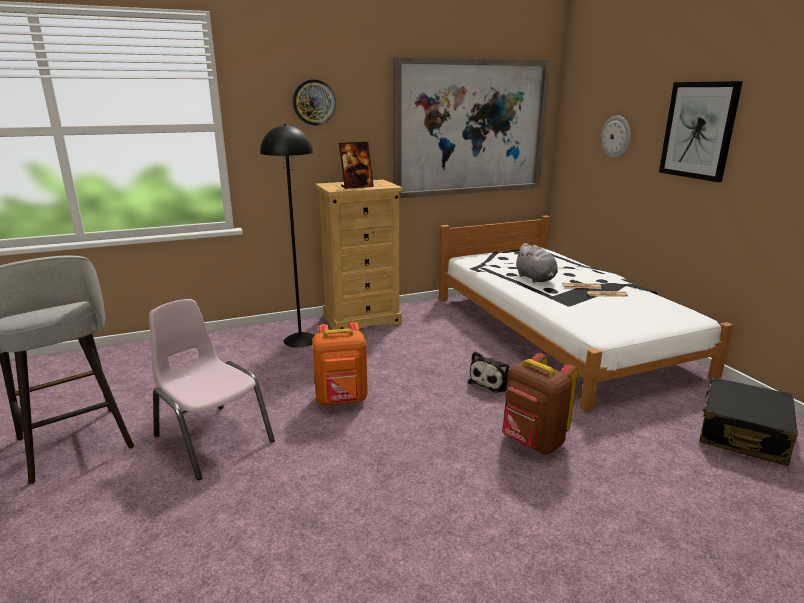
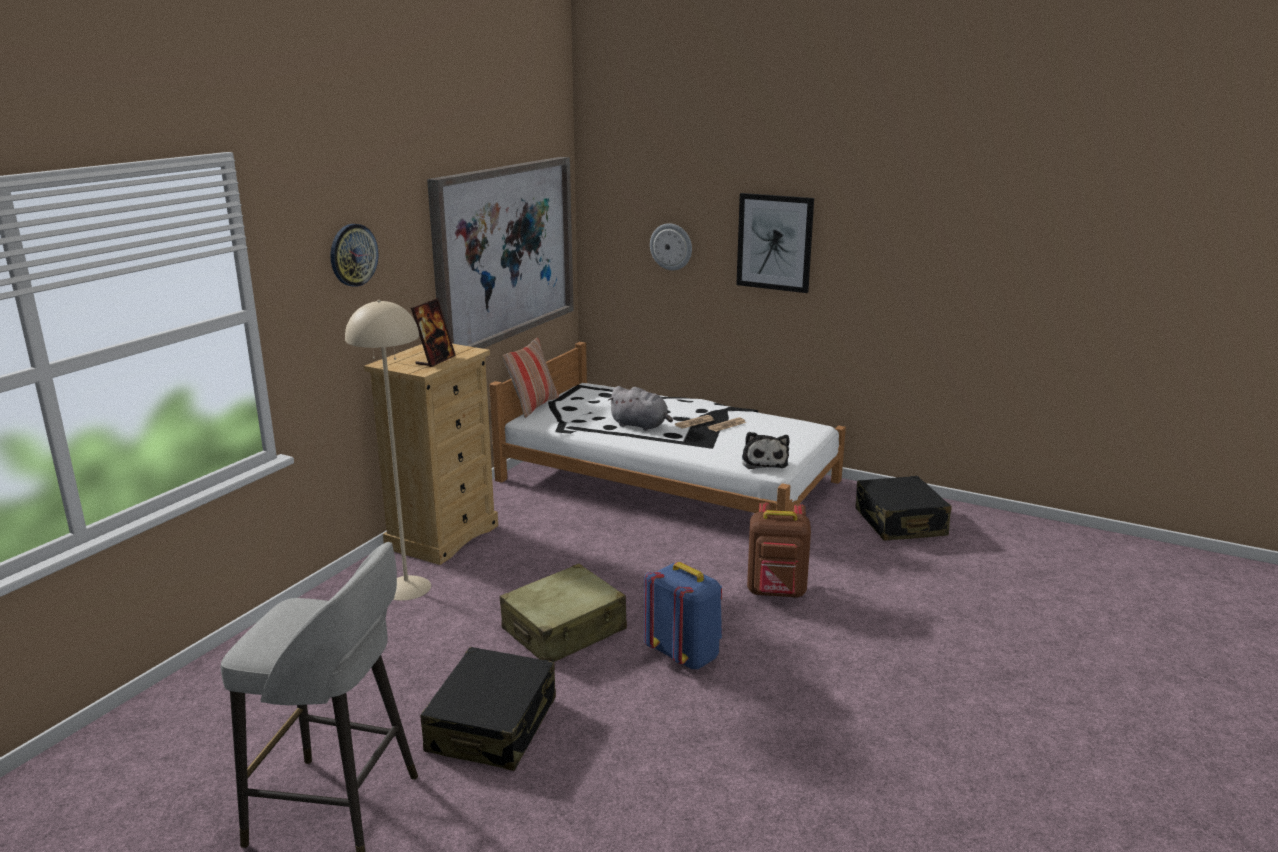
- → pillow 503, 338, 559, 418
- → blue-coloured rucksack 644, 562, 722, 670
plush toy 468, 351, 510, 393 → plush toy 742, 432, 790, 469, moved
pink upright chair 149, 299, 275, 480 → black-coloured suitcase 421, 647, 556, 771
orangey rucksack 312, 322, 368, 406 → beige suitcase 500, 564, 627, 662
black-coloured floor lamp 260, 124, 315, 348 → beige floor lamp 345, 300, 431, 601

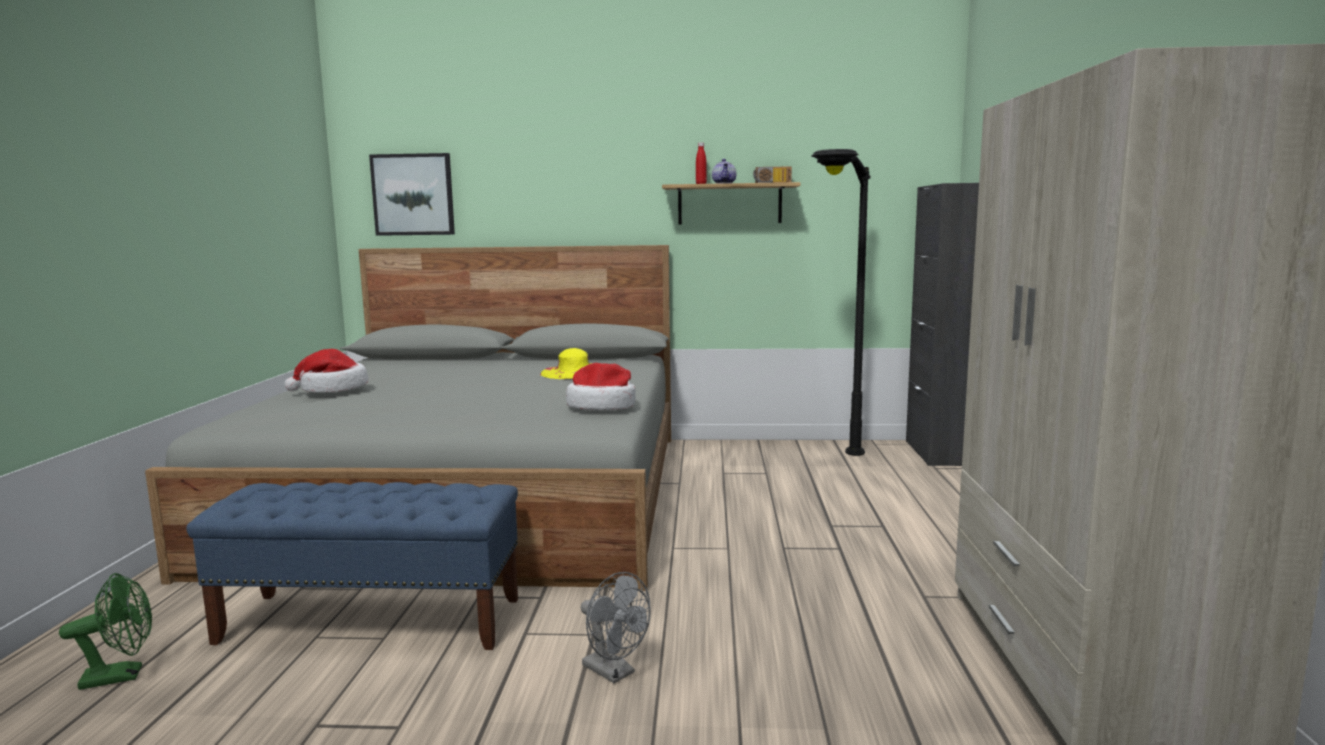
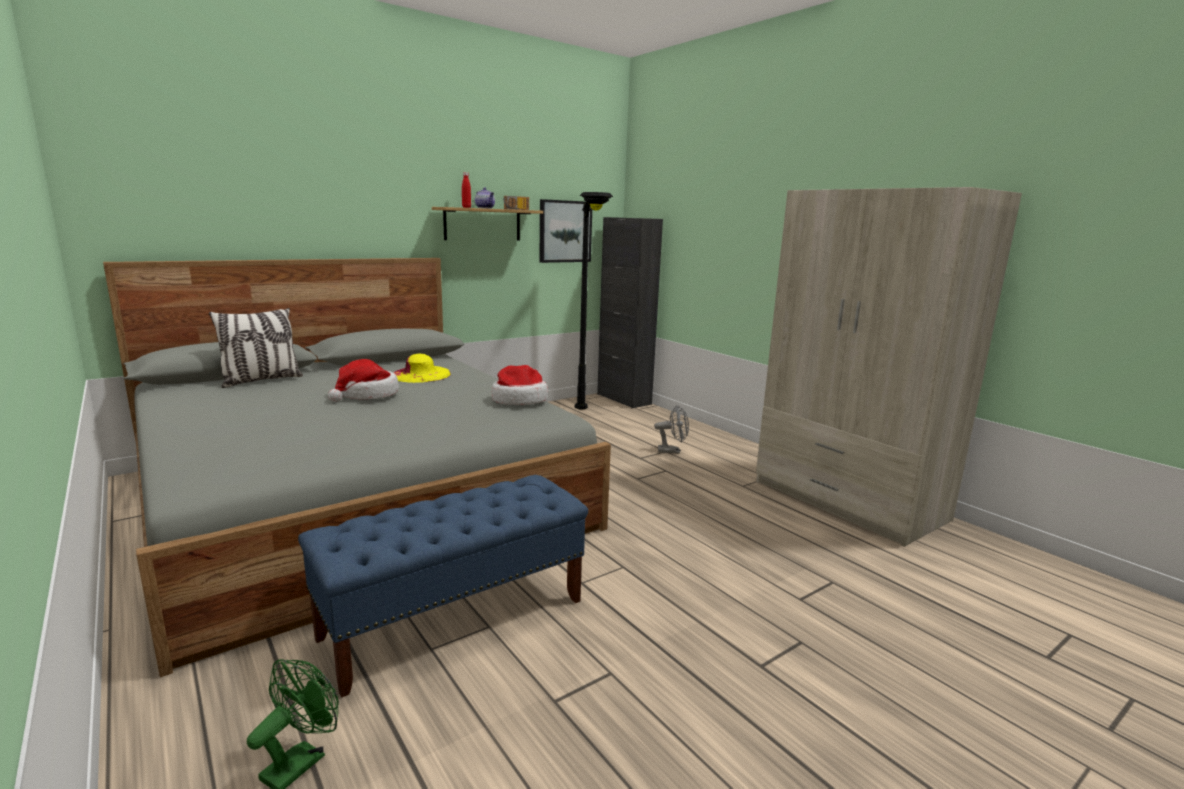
- → pillow 209, 308, 303, 388
wearable hat 284, 349, 369, 393 → wearable hat 328, 359, 399, 402, moved
wall art 369, 153, 455, 236 → wall art 539, 199, 592, 263, moved
grey fan 581, 572, 651, 683 → grey fan 654, 405, 689, 454, moved

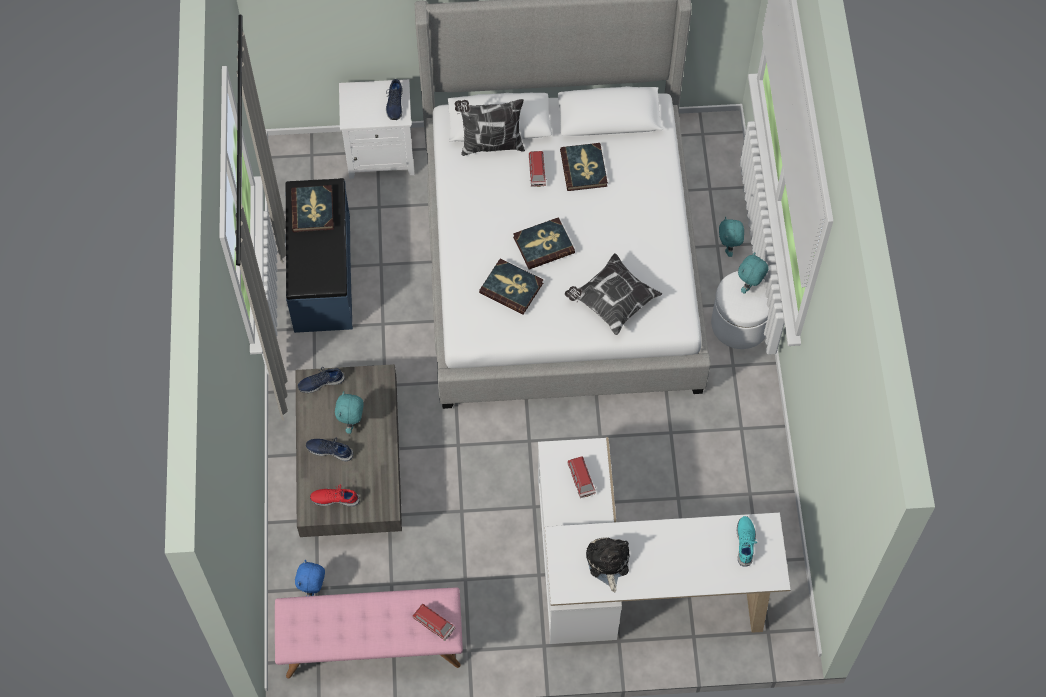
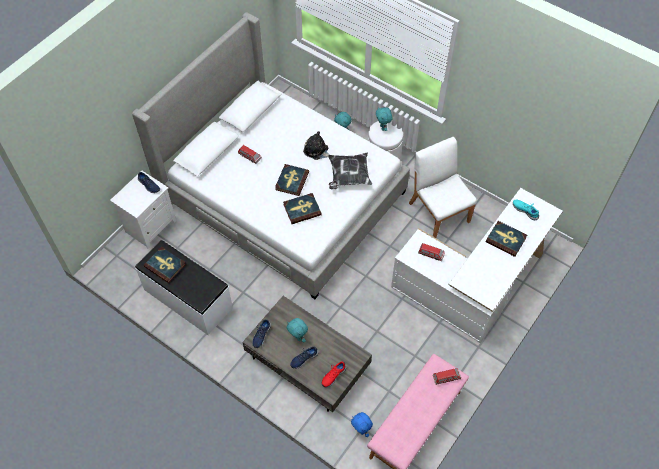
pillow 455, 99, 525, 156 → -
- → white-coloured upright chair 409, 137, 477, 238
bound book 560, 143, 608, 191 → bound book 486, 221, 527, 257, moved
plush toy 586, 537, 630, 592 → plush toy 303, 131, 329, 160, moved
blue-coloured long seat 286, 178, 353, 333 → white-coloured long seat 135, 240, 233, 335

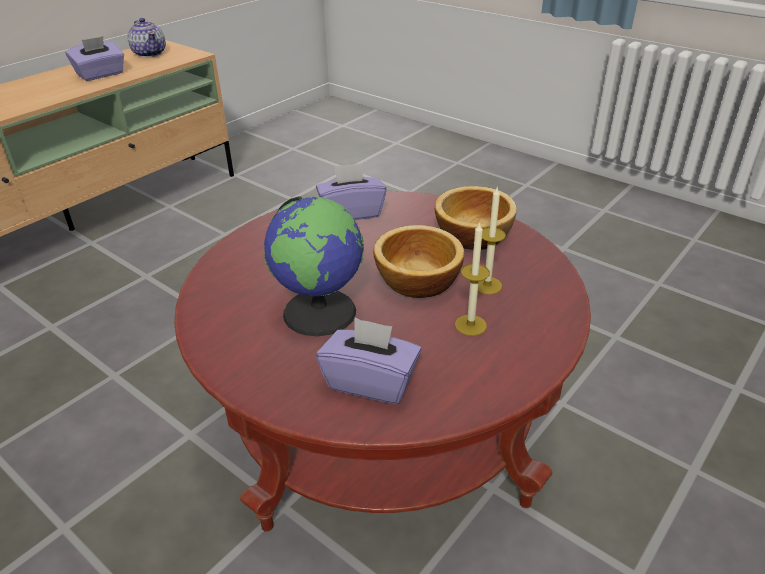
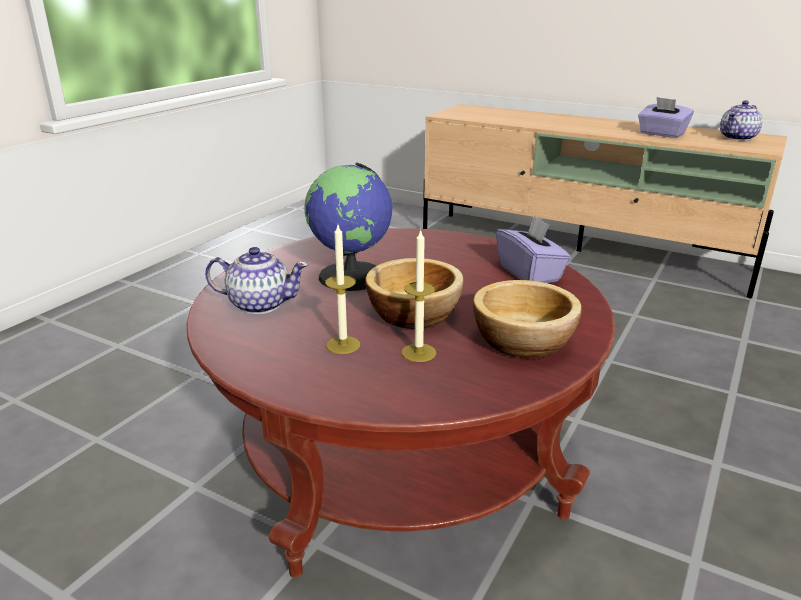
purple tissue holder 316, 317, 422, 404 → tea pot 205, 247, 309, 314

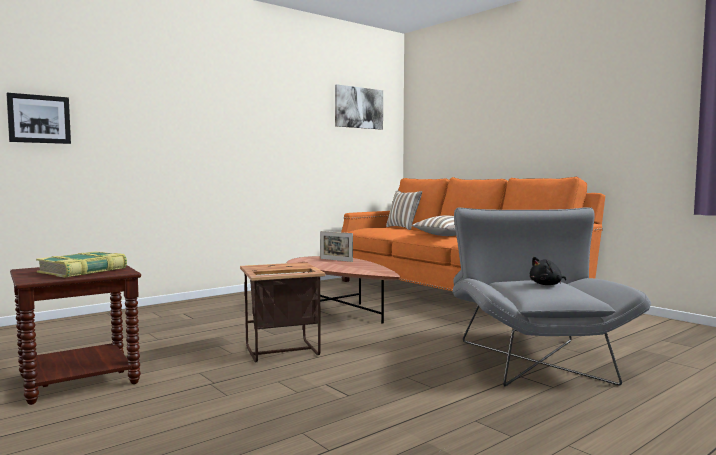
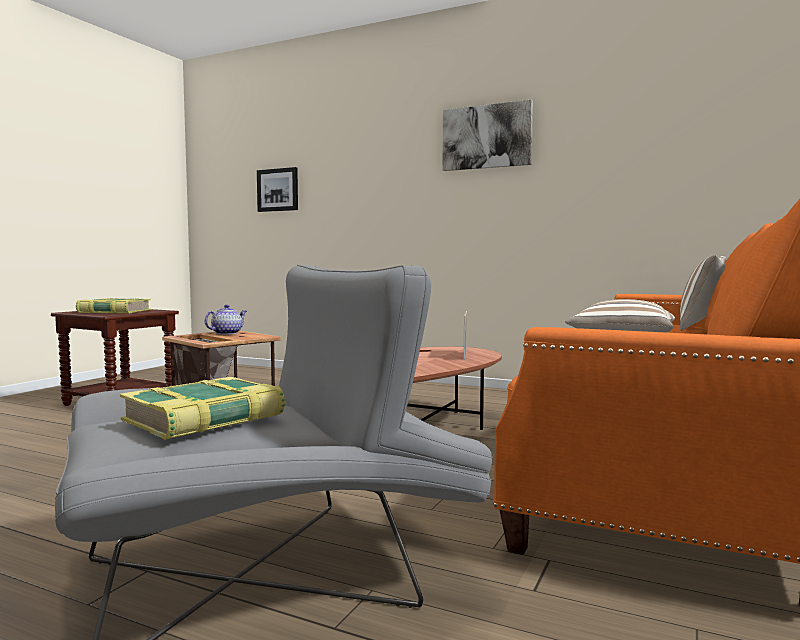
- → tea pot 205, 305, 247, 335
wall art 335, 84, 383, 130 → wall art 442, 100, 533, 171, moved
black-coloured plush toy 530, 257, 566, 285 → bound book 120, 377, 285, 440

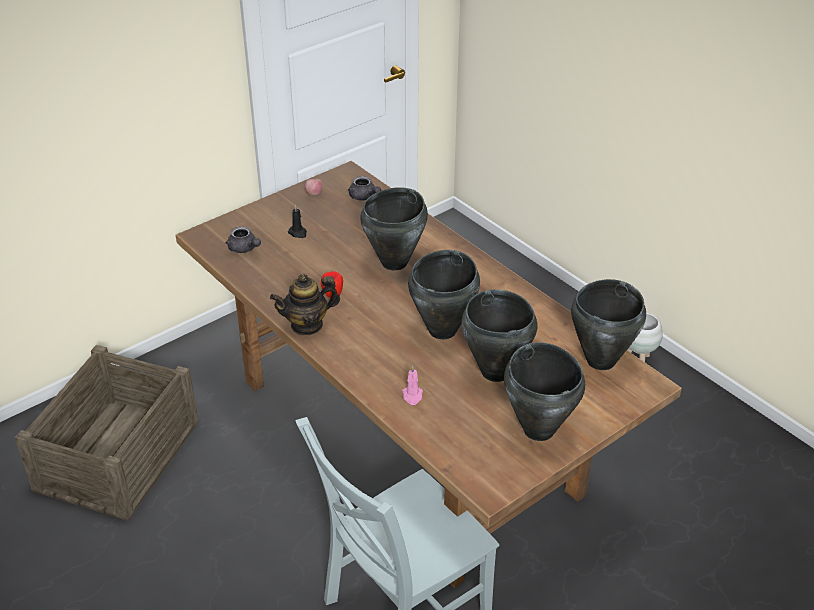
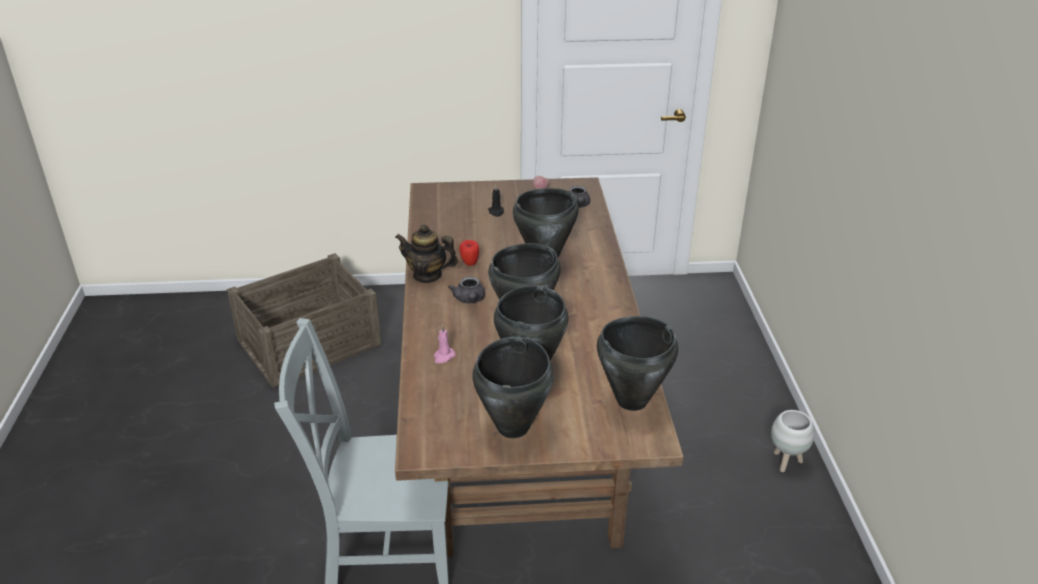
grey tea pot 225, 227, 261, 253 → grey tea pot 448, 277, 485, 303, moved

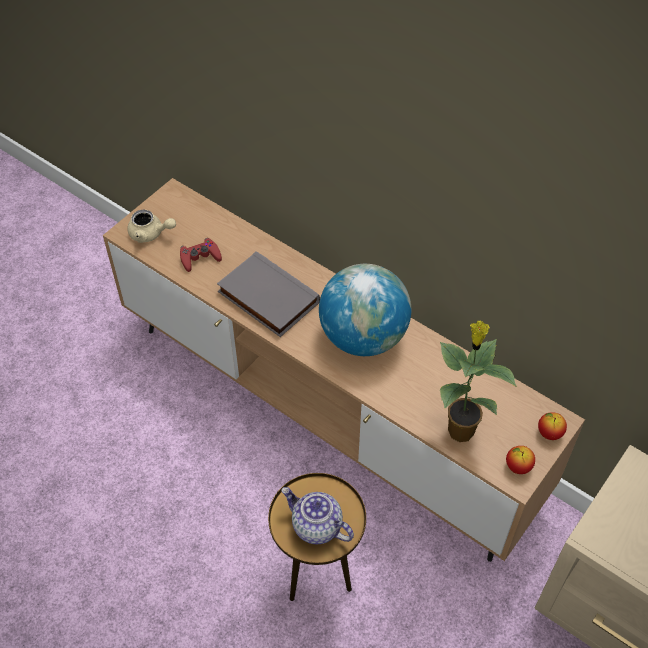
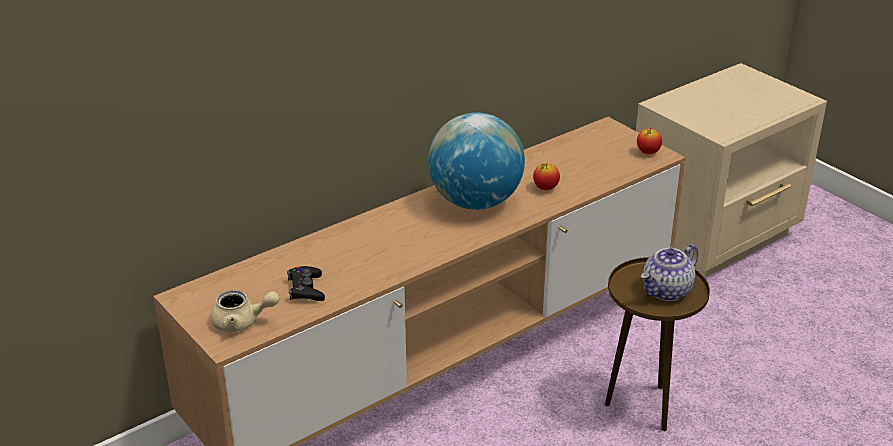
grey bound book 217, 251, 320, 337 → -
plant in a pot 440, 321, 517, 442 → -
apple fruit 538, 412, 567, 440 → apple fruit 533, 163, 560, 190, moved
red-coloured game controller 180, 238, 222, 272 → black-coloured game controller 287, 266, 325, 301
beige tea pot 127, 209, 176, 243 → beige tea pot 210, 290, 279, 332, 60 degrees clockwise

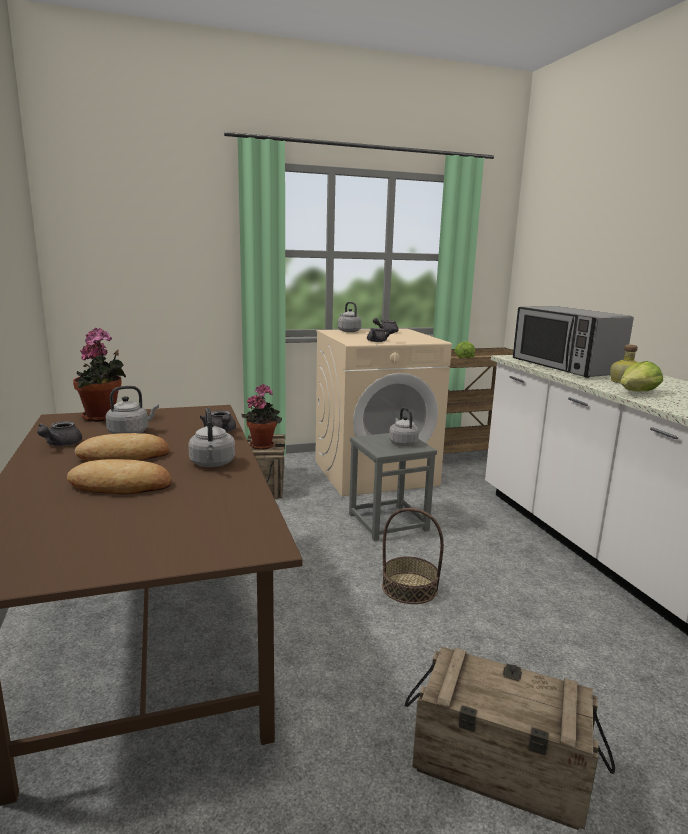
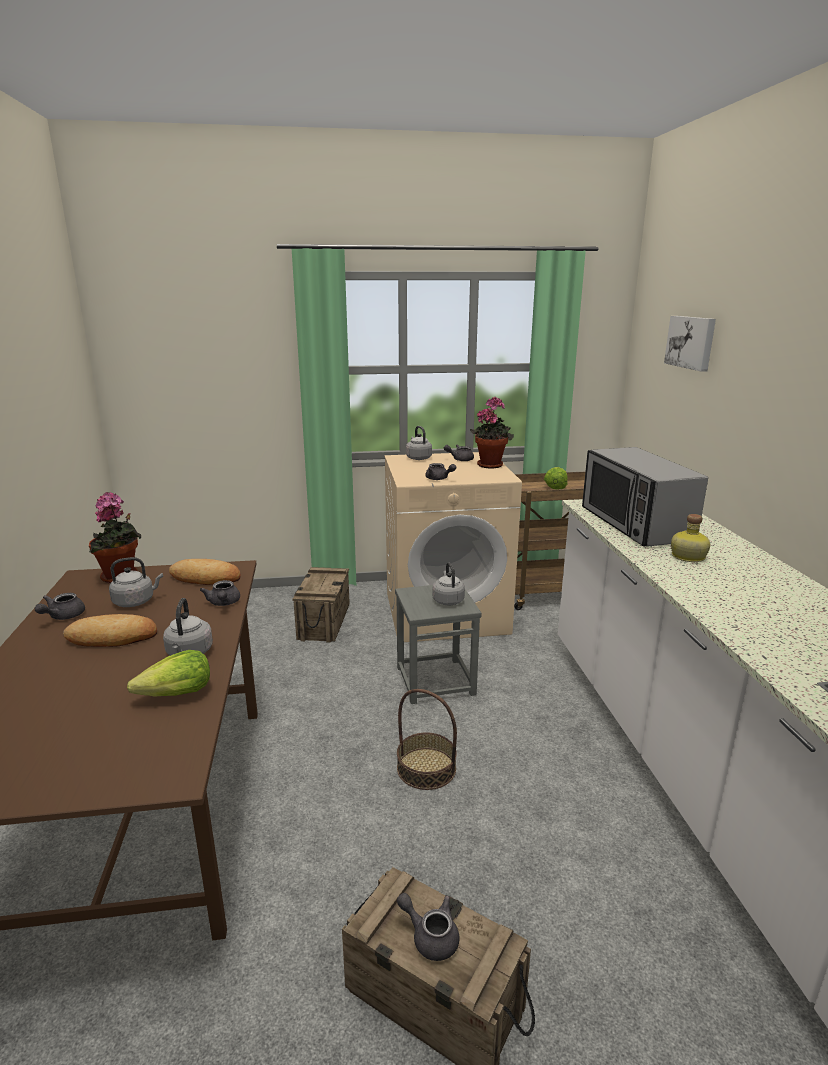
- → grey tea pot 397, 893, 459, 961
- → wall art 664, 316, 716, 372
bread 67, 459, 171, 494 → bread 169, 559, 241, 585, moved
plant in a pot 241, 384, 282, 450 → plant in a pot 470, 396, 514, 469, moved
lettuce 620, 361, 663, 392 → lettuce 127, 650, 210, 697, moved

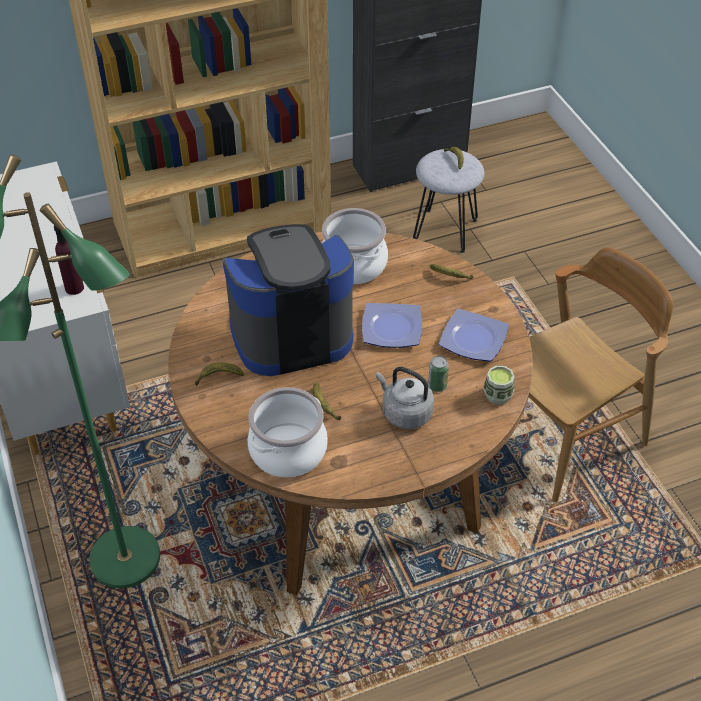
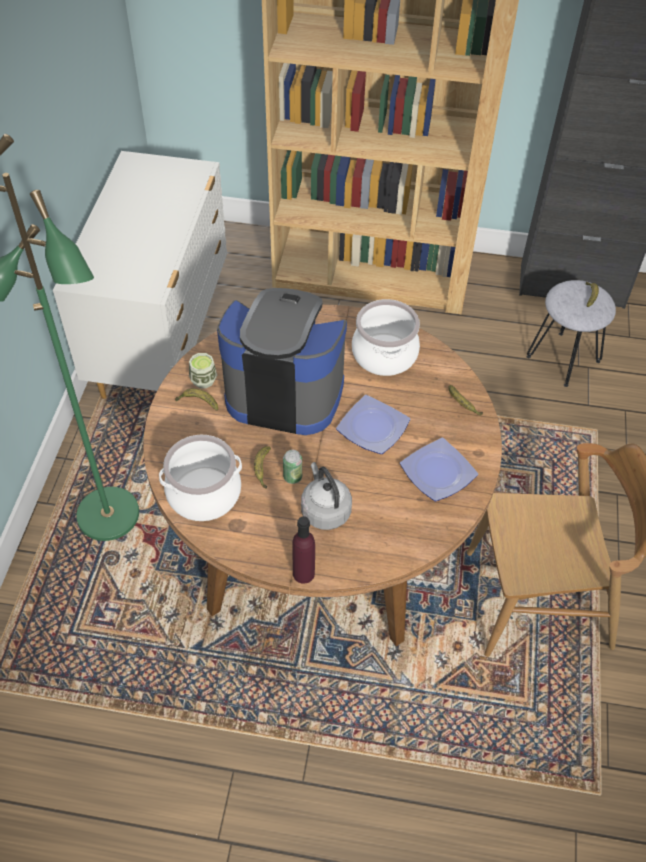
purple beverage bottle 54, 225, 84, 295 → purple beverage bottle 292, 516, 315, 584, moved
can 428, 356, 449, 392 → can 283, 450, 302, 484, moved
cup 483, 365, 515, 405 → cup 189, 353, 217, 388, moved

